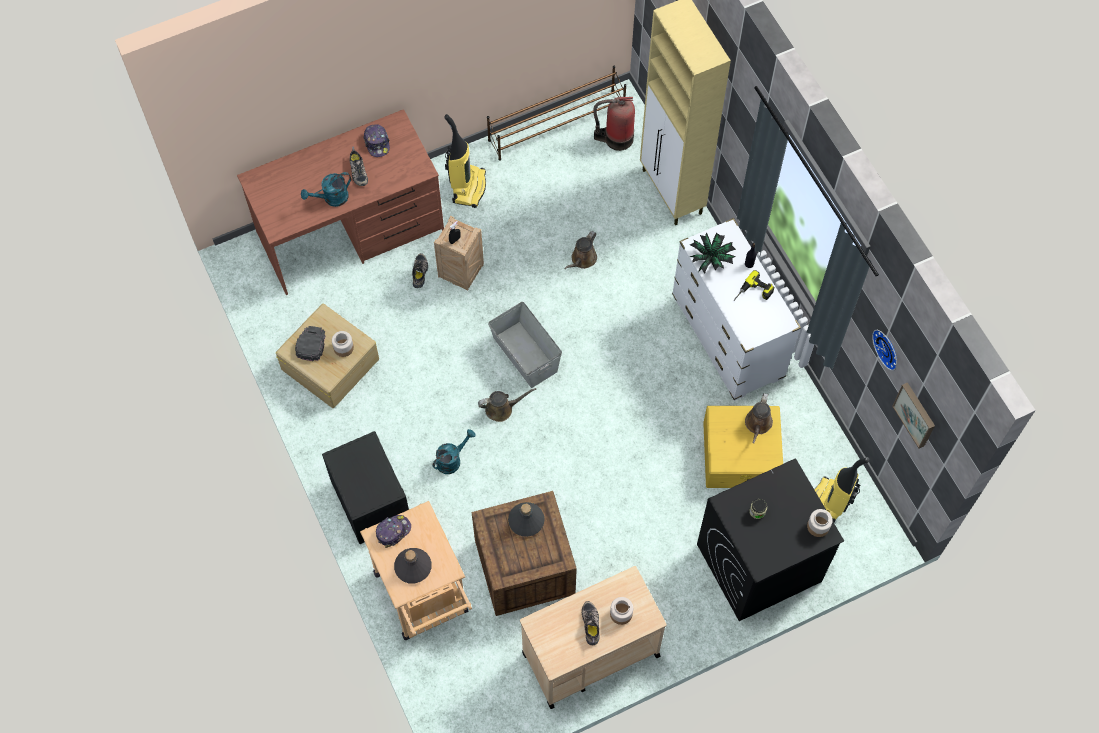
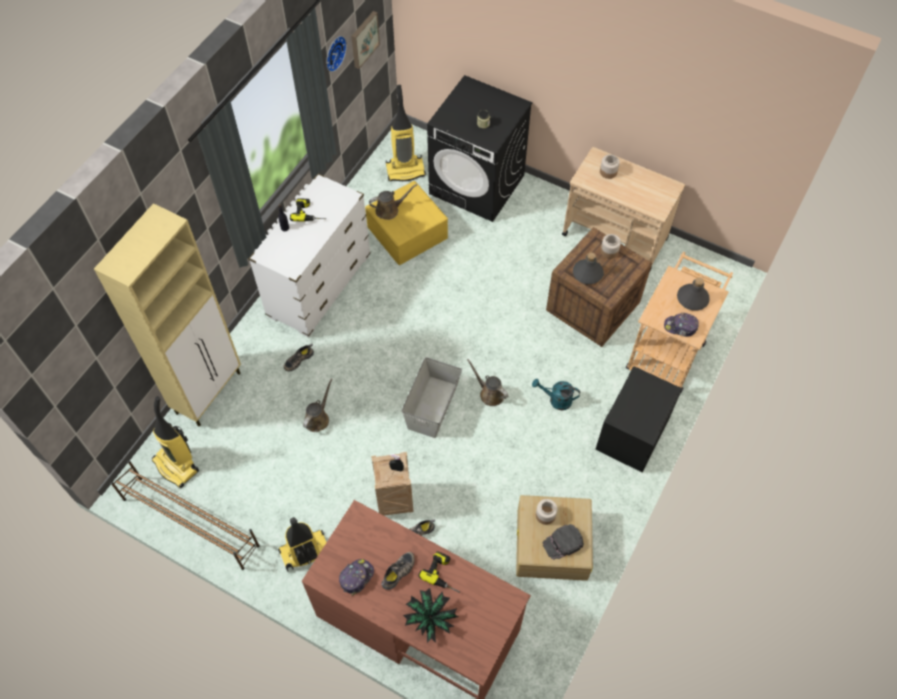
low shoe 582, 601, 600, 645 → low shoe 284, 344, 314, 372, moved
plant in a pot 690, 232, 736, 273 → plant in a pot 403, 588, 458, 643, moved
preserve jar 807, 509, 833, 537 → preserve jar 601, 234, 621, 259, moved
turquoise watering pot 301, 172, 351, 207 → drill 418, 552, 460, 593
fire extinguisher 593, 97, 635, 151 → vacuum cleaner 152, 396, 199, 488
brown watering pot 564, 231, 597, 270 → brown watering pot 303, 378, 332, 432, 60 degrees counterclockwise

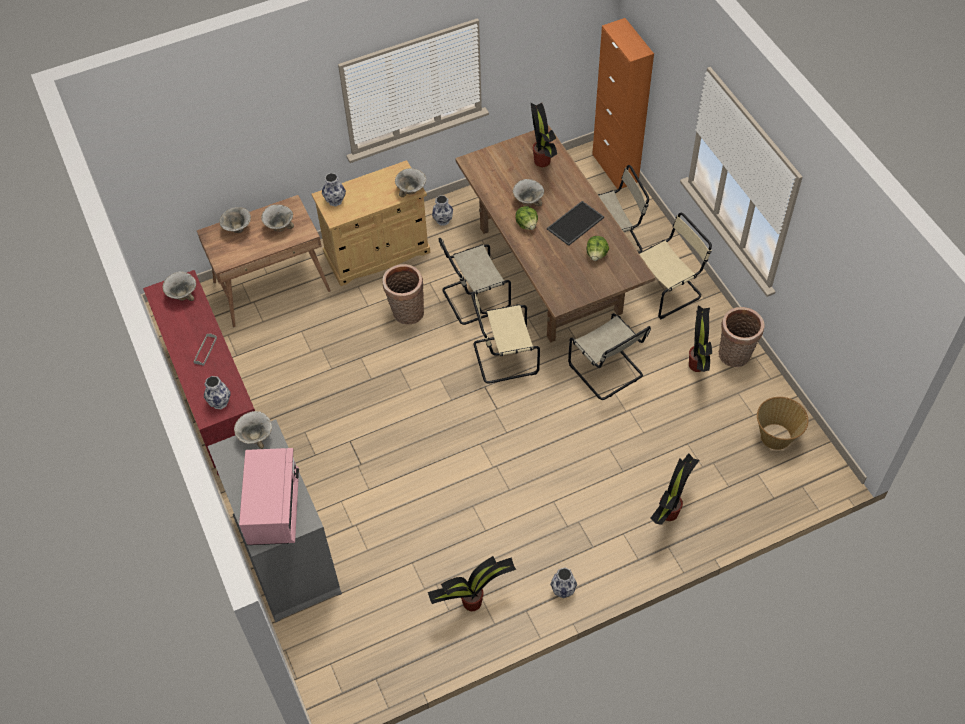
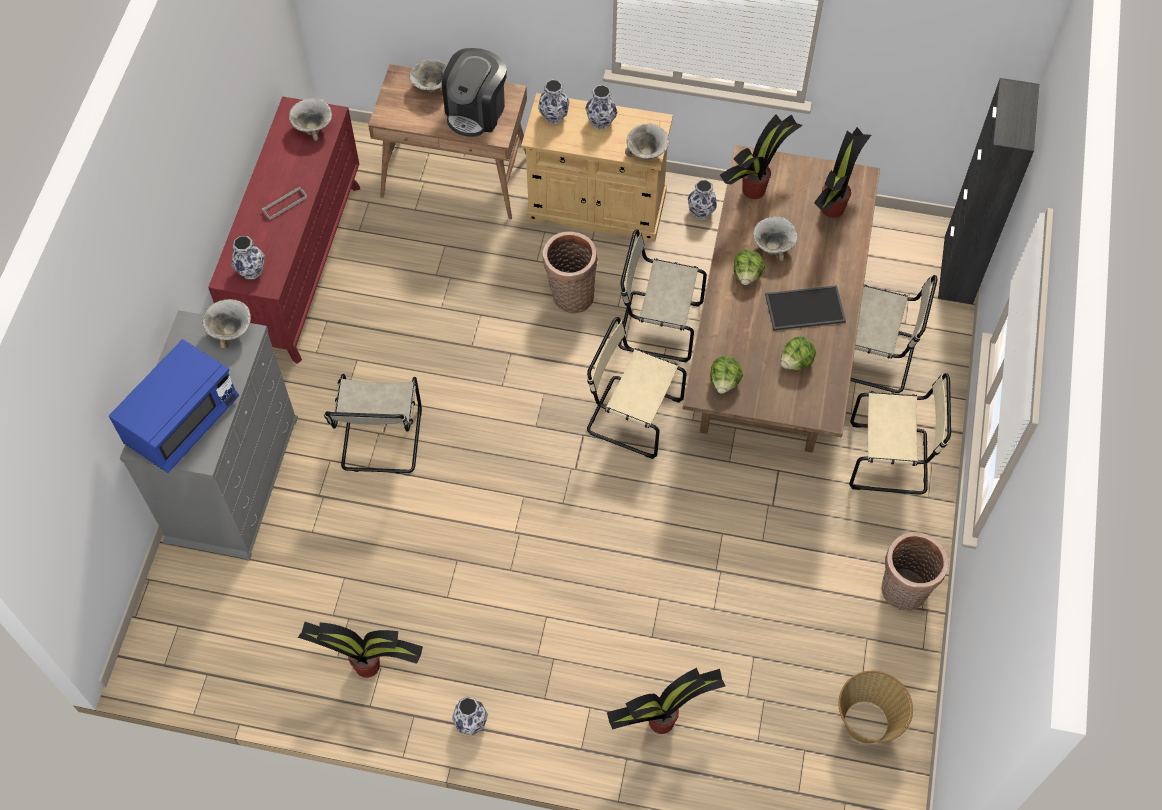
- → vase 585, 85, 617, 130
- → lettuce 710, 356, 743, 394
beige upright chair 568, 313, 651, 400 → beige upright chair 324, 374, 422, 474, moved
plant in a pot 689, 305, 712, 372 → plant in a pot 720, 114, 803, 199, moved
deep dish 261, 204, 294, 232 → coffee maker 442, 48, 507, 137
pink kitchen microwave 239, 448, 299, 545 → blue-coloured kitchen microwave 109, 339, 239, 473
orangey cupboard 592, 18, 654, 189 → black-coloured cupboard 938, 78, 1039, 304

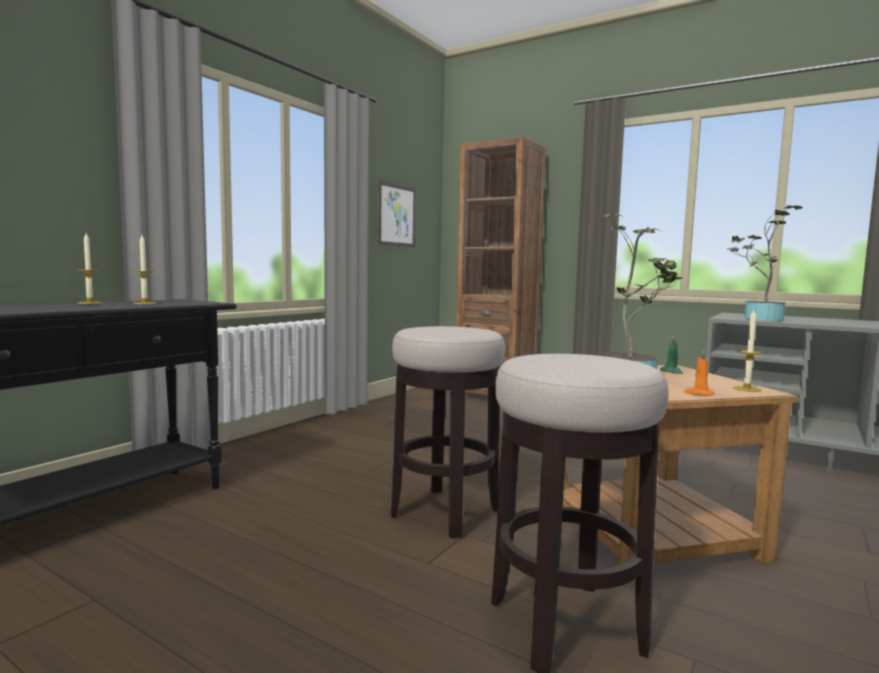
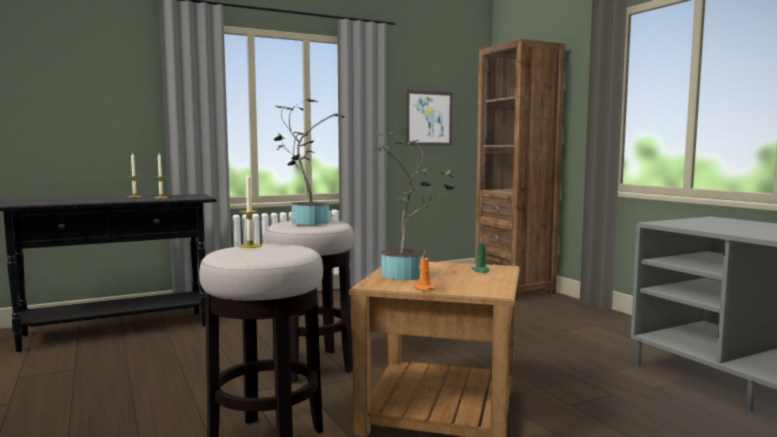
plant in a pot 727, 206, 803, 321 → plant in a pot 274, 98, 345, 225, moved
wax light 733, 310, 762, 392 → wax light 239, 173, 262, 248, moved

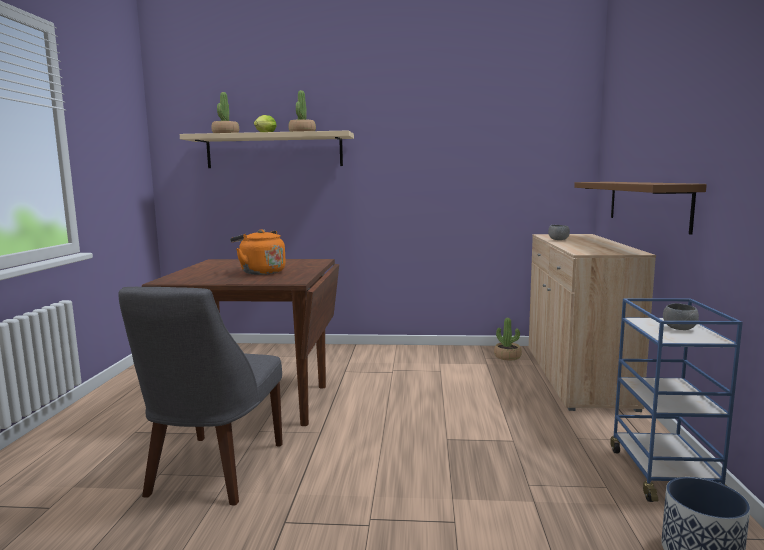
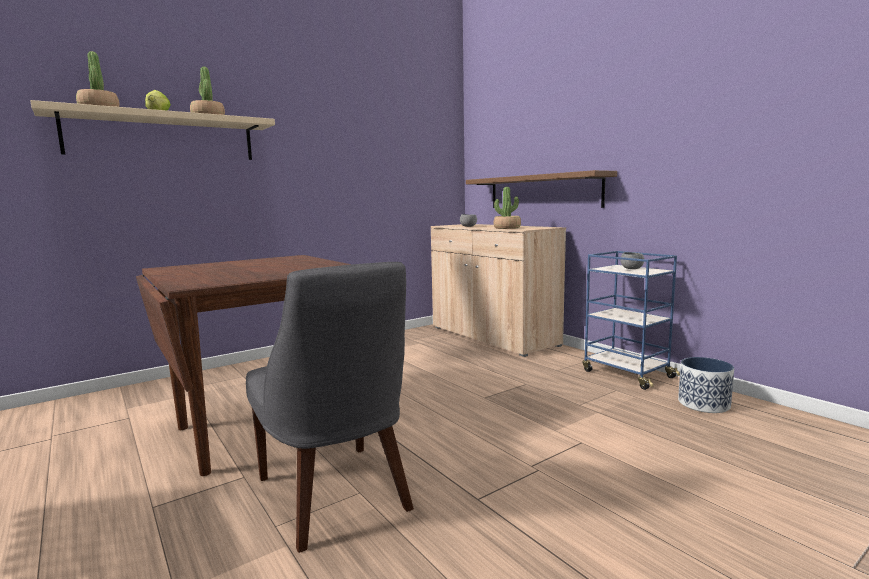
orangey kettle 230, 229, 286, 275 → -
plant in a pot 494, 318, 522, 360 → plant in a pot 494, 187, 521, 229, moved

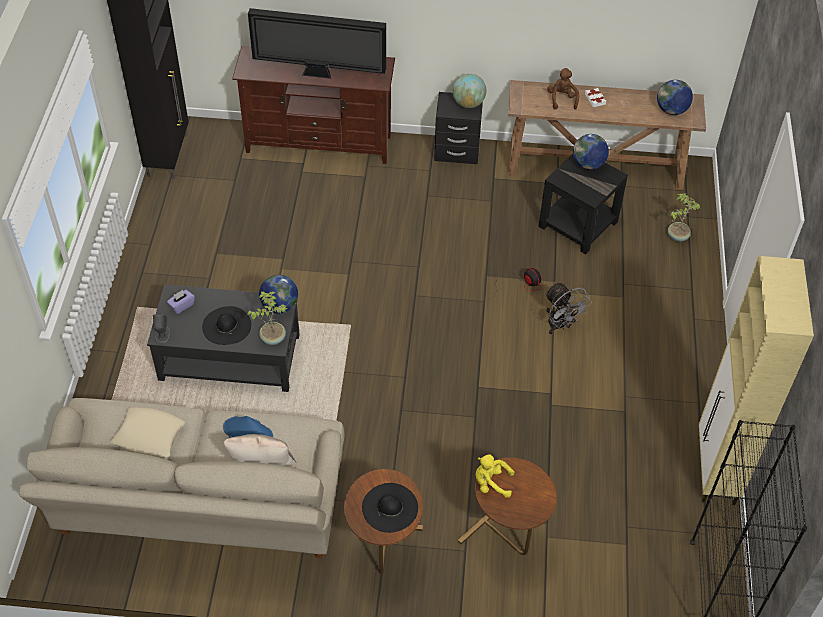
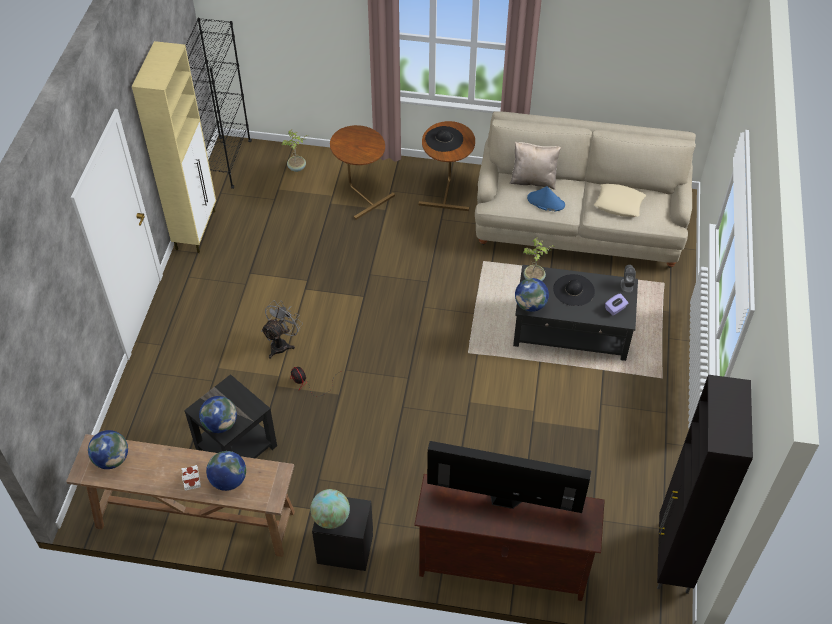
yellowish plush toy 476, 454, 515, 498 → -
plant in a pot 668, 193, 701, 242 → plant in a pot 282, 129, 308, 172, moved
brown plush toy 547, 68, 579, 109 → globe 206, 451, 246, 491
grey fan 545, 282, 592, 334 → grey fan 261, 301, 303, 359, 60 degrees clockwise

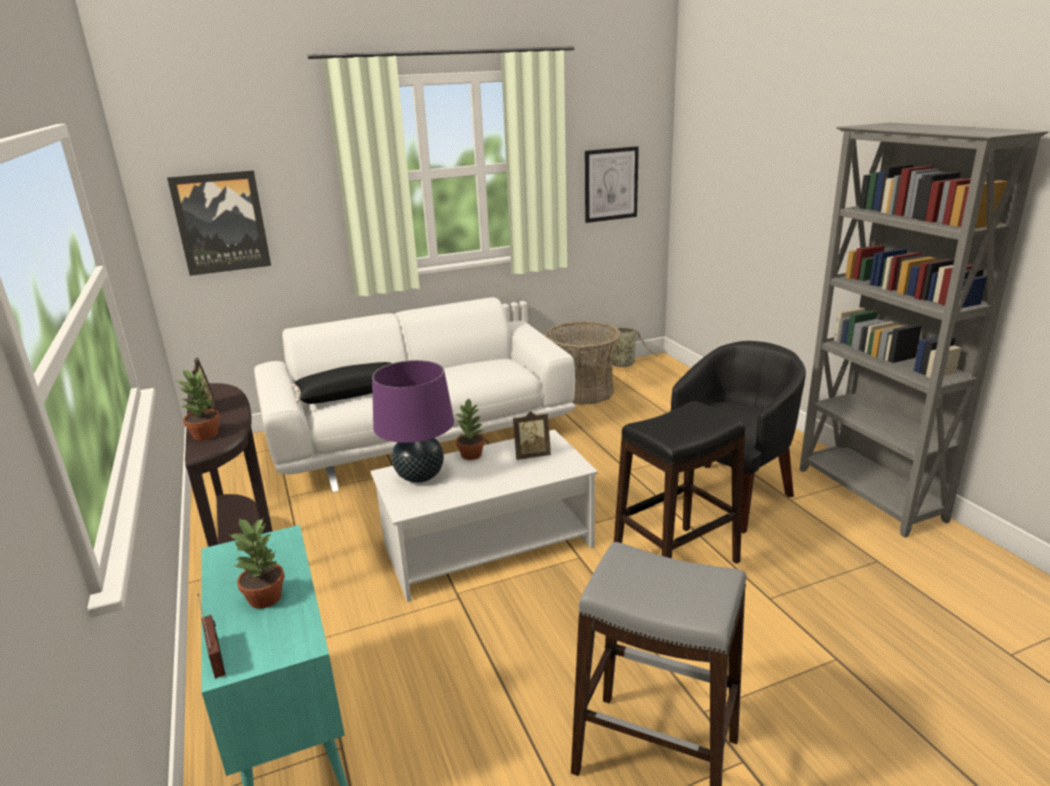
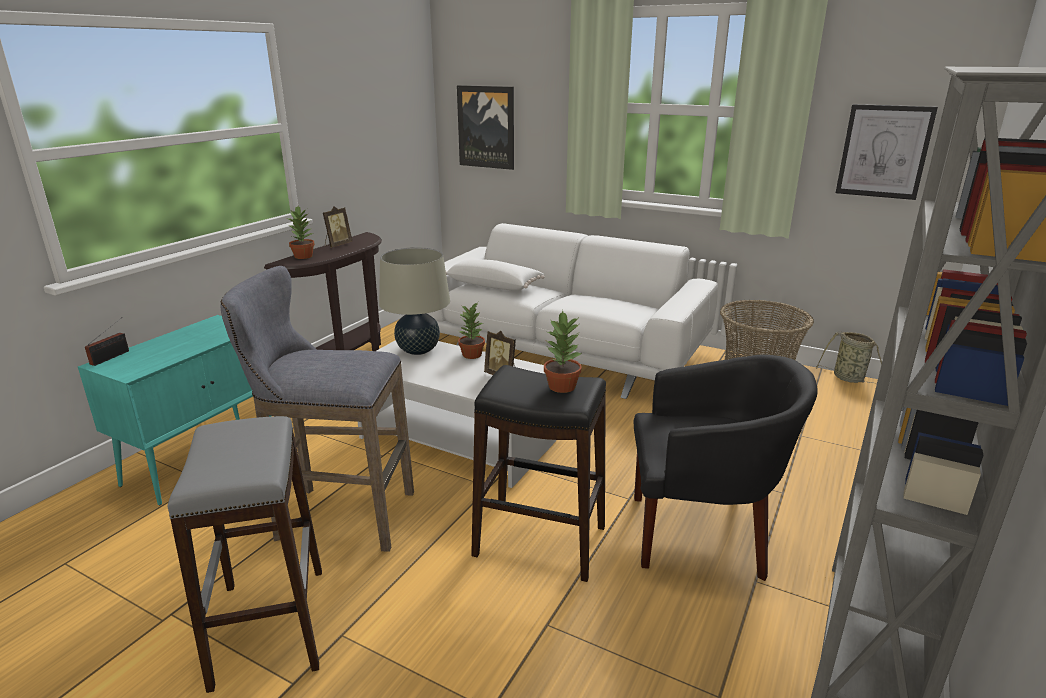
- → grey sitting stool 221, 266, 414, 552
plant in a pot 228, 518, 285, 609 → plant in a pot 544, 310, 581, 393, moved
black-coloured pillow 291, 362, 391, 404 → white-coloured pillow 446, 259, 545, 291
purple lamp for a table 372, 360, 454, 483 → beige lamp for a table 379, 247, 450, 355

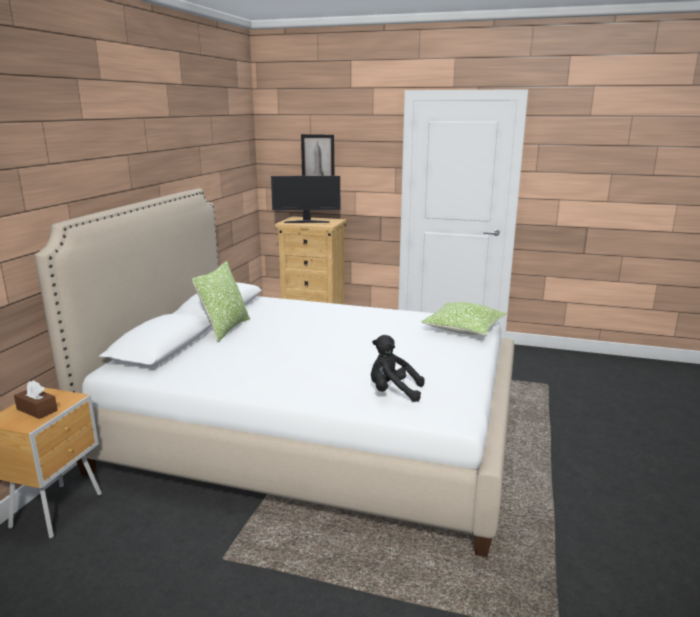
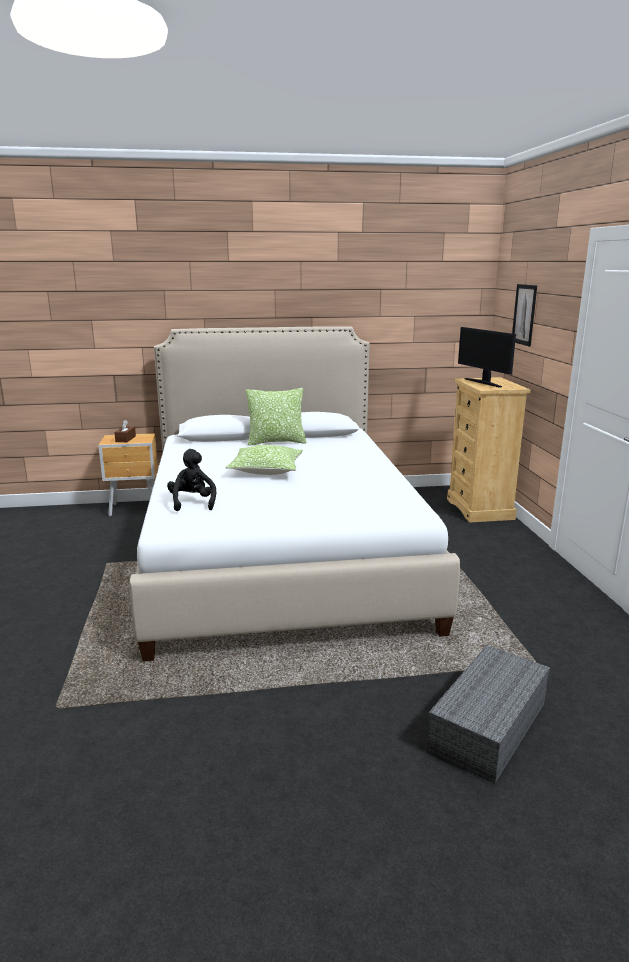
- → grey storage bin 428, 645, 550, 784
pillow 421, 302, 507, 335 → pillow 226, 445, 303, 475, moved

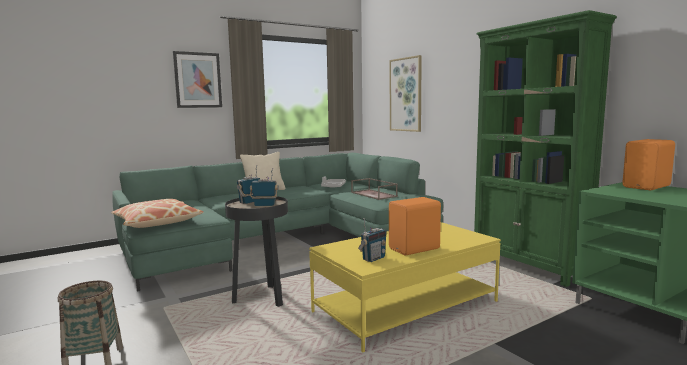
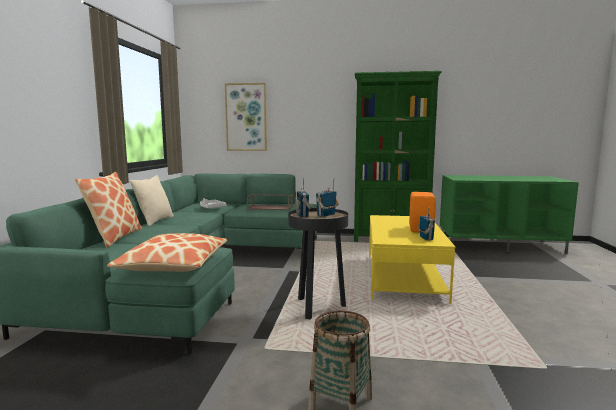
wall art 173, 51, 222, 108 → -
orangey audio speaker 622, 139, 675, 190 → -
- → pillow 75, 172, 142, 247

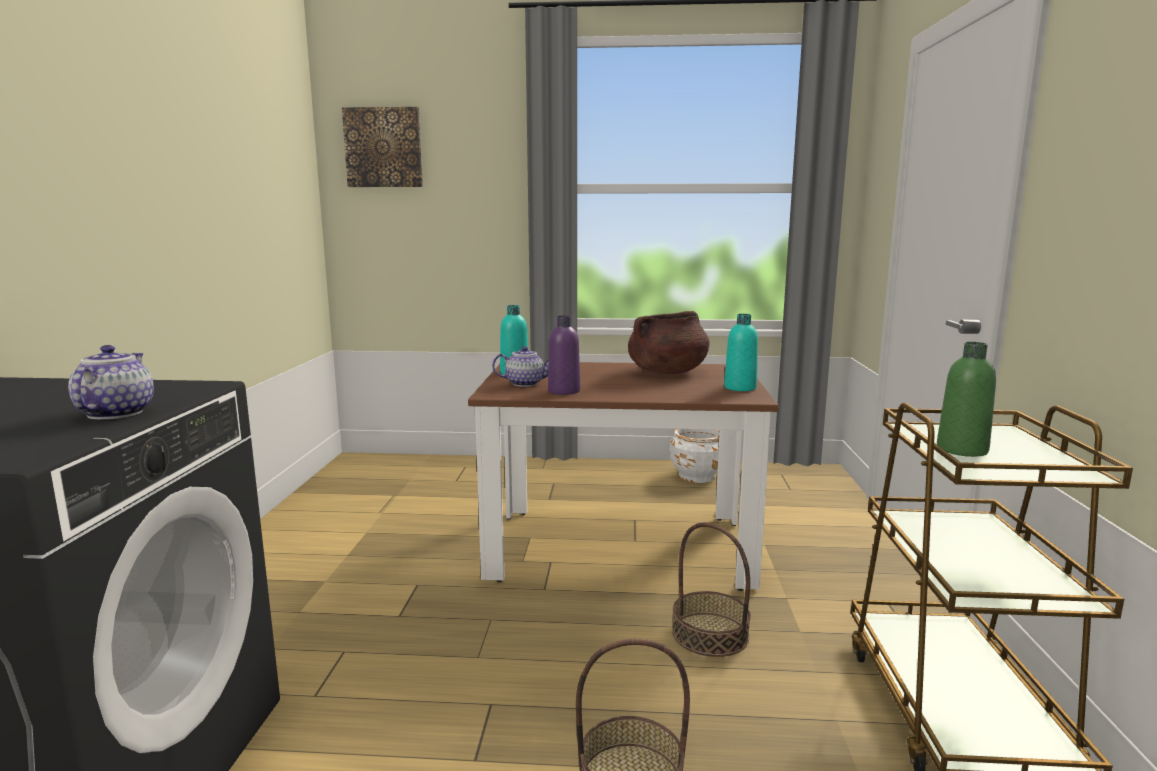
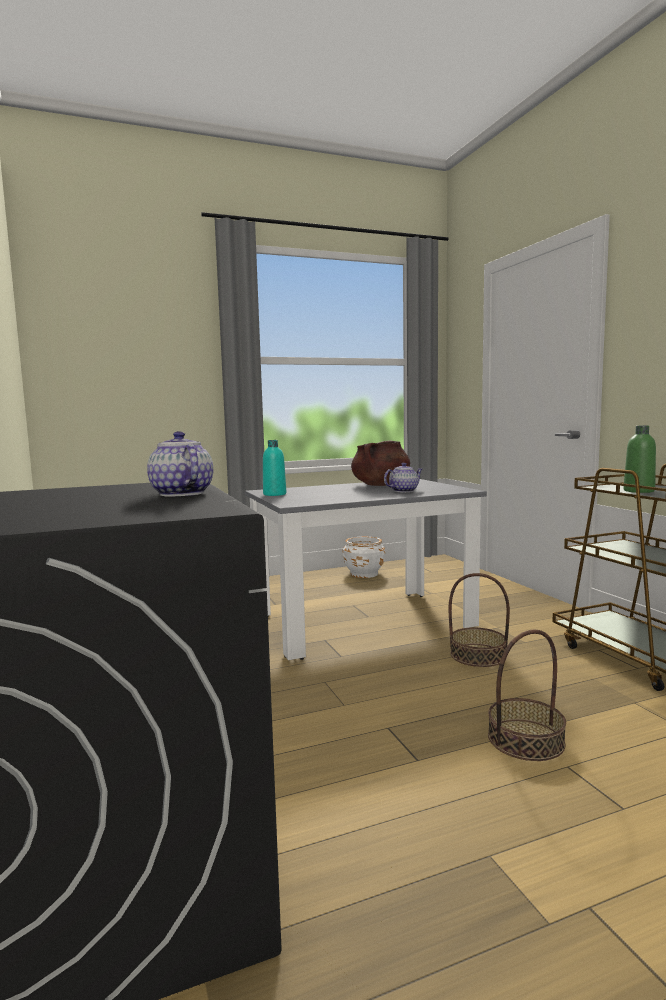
wall art 342, 107, 423, 187 → -
purple beverage bottle 548, 316, 580, 395 → -
turquoise beverage bottle 724, 314, 758, 391 → -
tea pot 492, 346, 549, 387 → tea pot 384, 463, 422, 492, moved
brown dinner table 468, 362, 779, 591 → grey dinner table 245, 479, 487, 660

